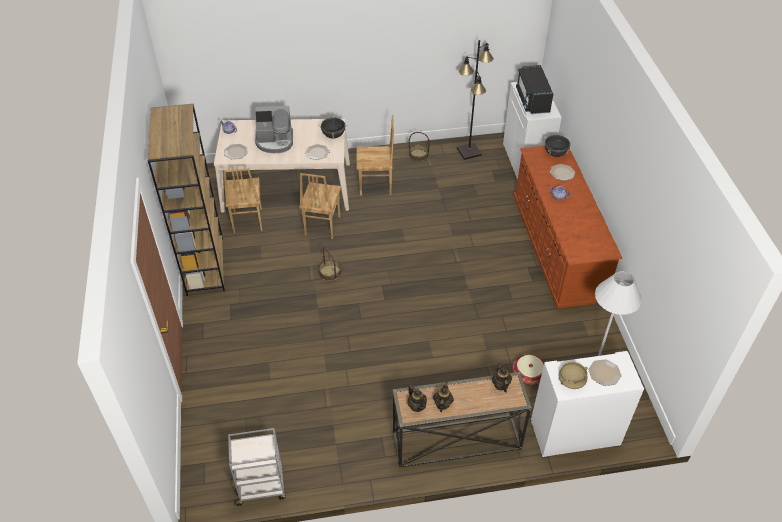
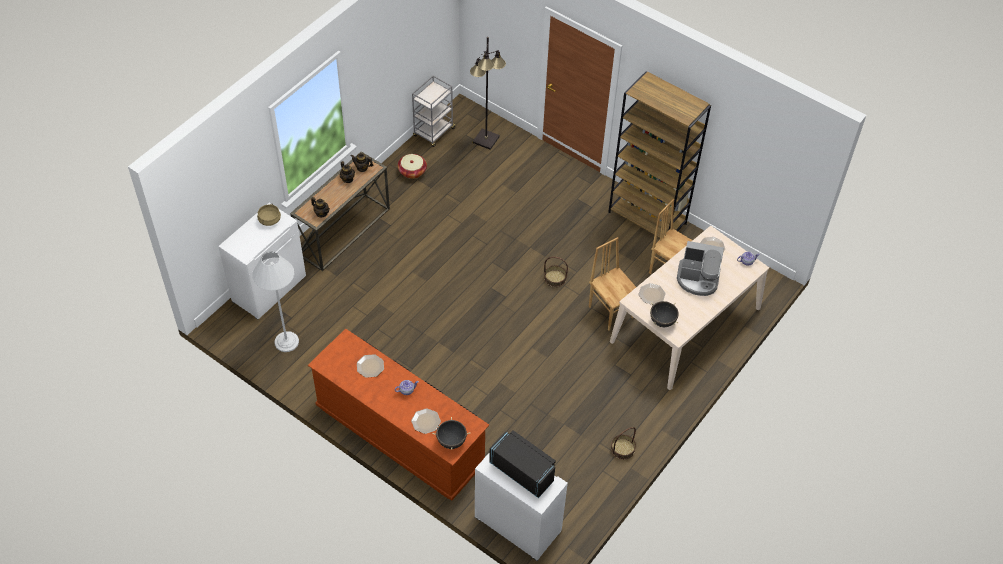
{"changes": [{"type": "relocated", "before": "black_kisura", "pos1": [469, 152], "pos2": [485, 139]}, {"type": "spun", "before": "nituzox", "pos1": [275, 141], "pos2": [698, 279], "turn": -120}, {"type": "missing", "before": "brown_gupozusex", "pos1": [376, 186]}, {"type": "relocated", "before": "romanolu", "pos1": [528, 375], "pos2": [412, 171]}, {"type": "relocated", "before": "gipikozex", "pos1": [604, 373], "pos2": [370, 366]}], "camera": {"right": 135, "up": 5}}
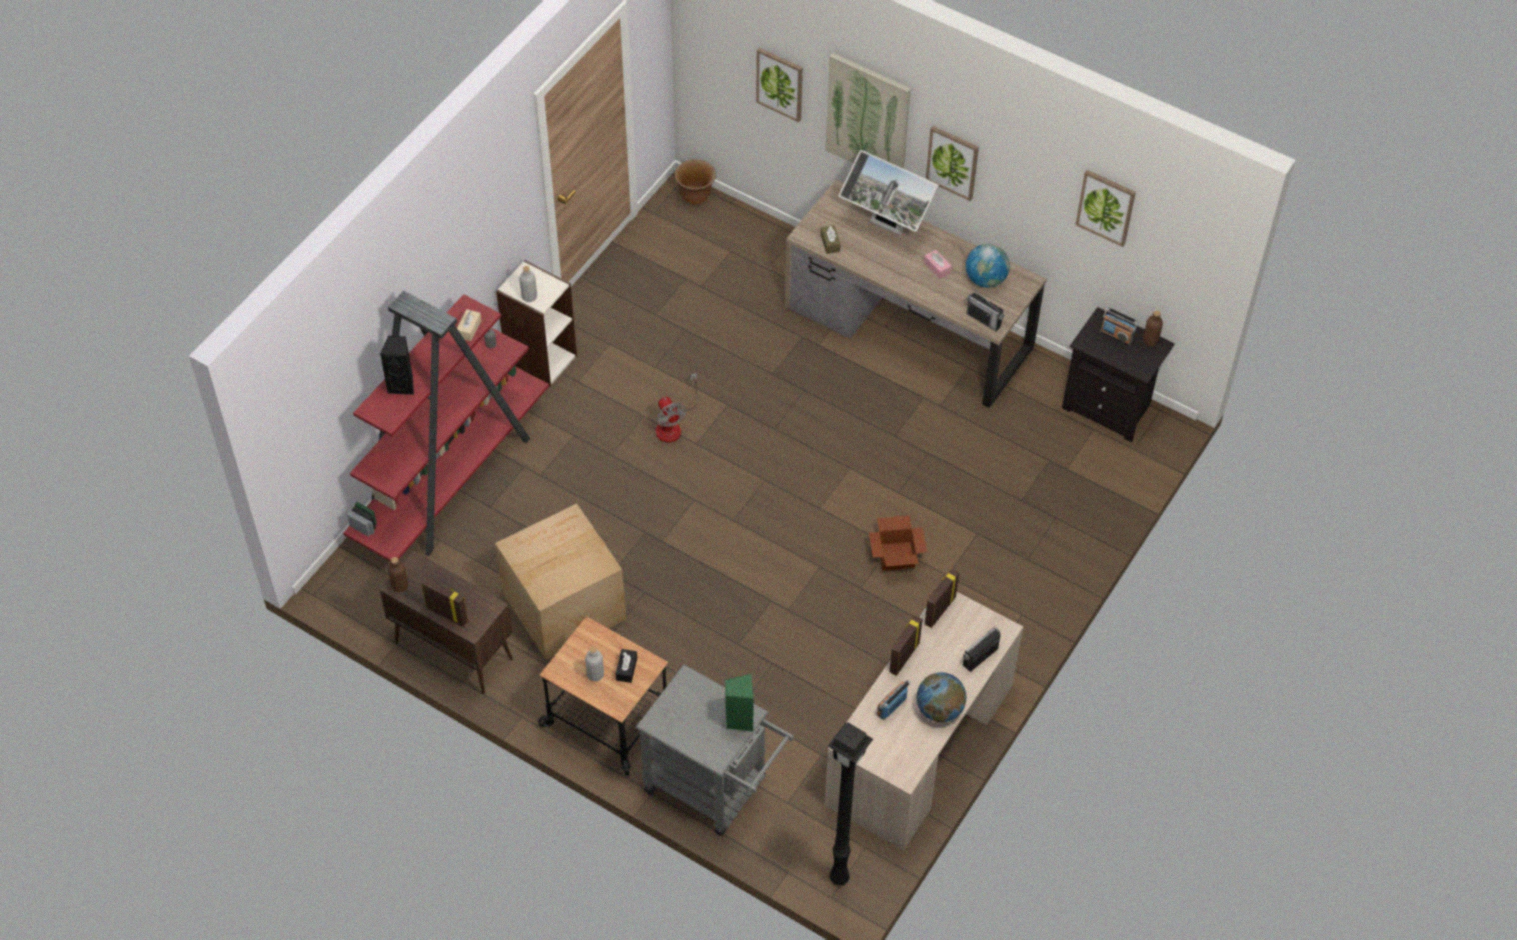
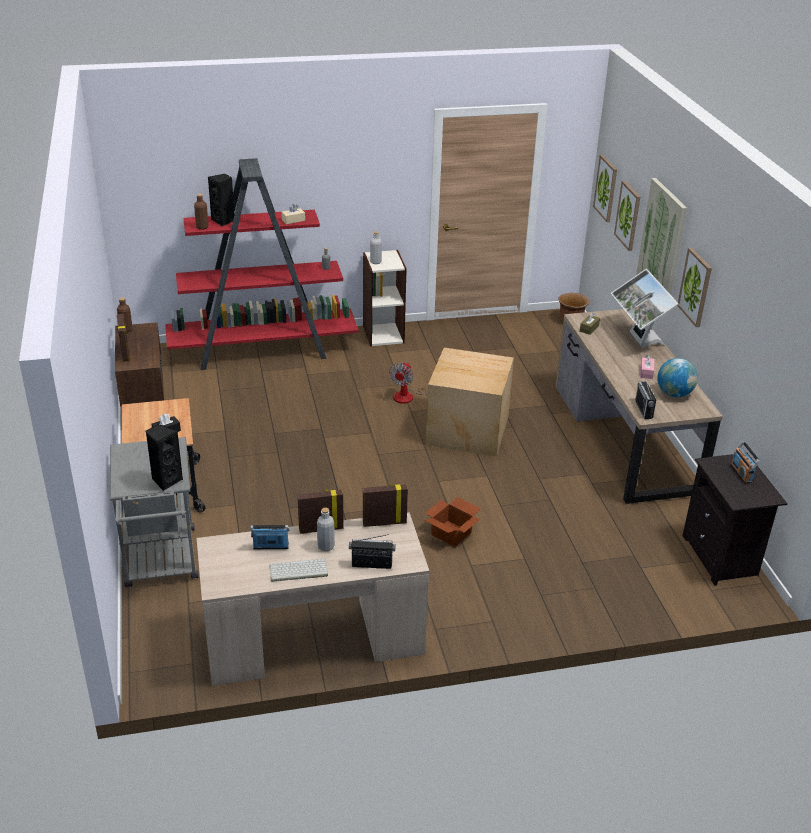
{"changes": [{"type": "relocated", "before": "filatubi", "pos1": [1106, 207], "pos2": [606, 188]}, {"type": "relocated", "before": "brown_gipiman", "pos1": [1150, 341], "pos2": [202, 227]}, {"type": "relocated", "before": "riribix", "pos1": [562, 605], "pos2": [466, 429]}, {"type": "relocated", "before": "grey_gipiman", "pos1": [595, 674], "pos2": [326, 546]}, {"type": "exchanged", "before": "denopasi", "after": "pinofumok", "pos1": [939, 709], "pos2": [297, 571]}, {"type": "colour", "before": "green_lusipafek", "after": "black_lusipafek", "pos1": [739, 720], "pos2": [166, 480]}, {"type": "missing", "before": "black_kisura", "pos1": [841, 878]}], "camera": {"right": 45, "up": -20}}
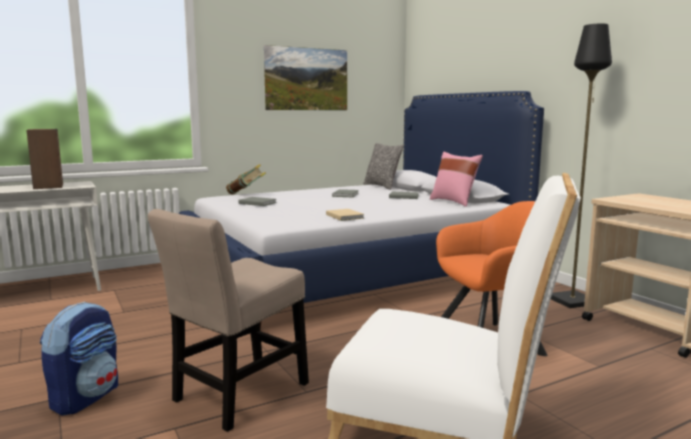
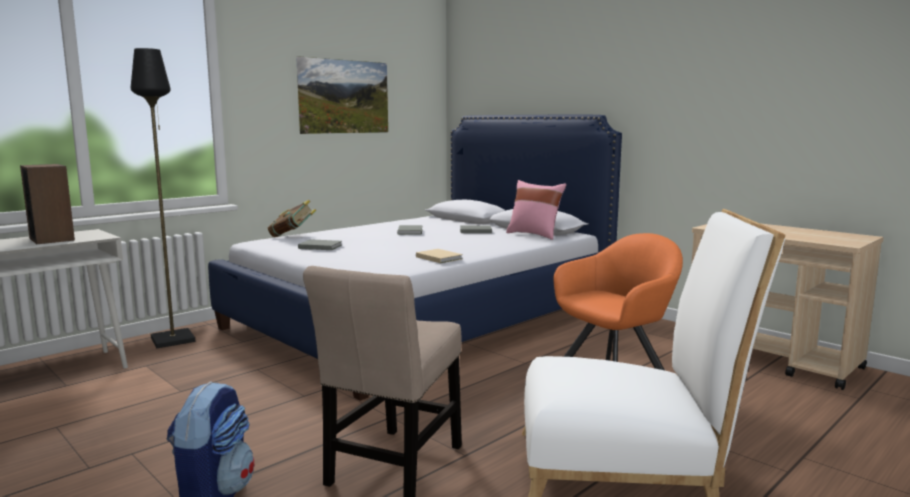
{"changes": [{"type": "relocated", "before": "black_kisura", "pos1": [572, 300], "pos2": [173, 339]}, {"type": "missing", "before": "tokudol", "pos1": [382, 186]}], "camera": {"right": -15, "up": 0}}
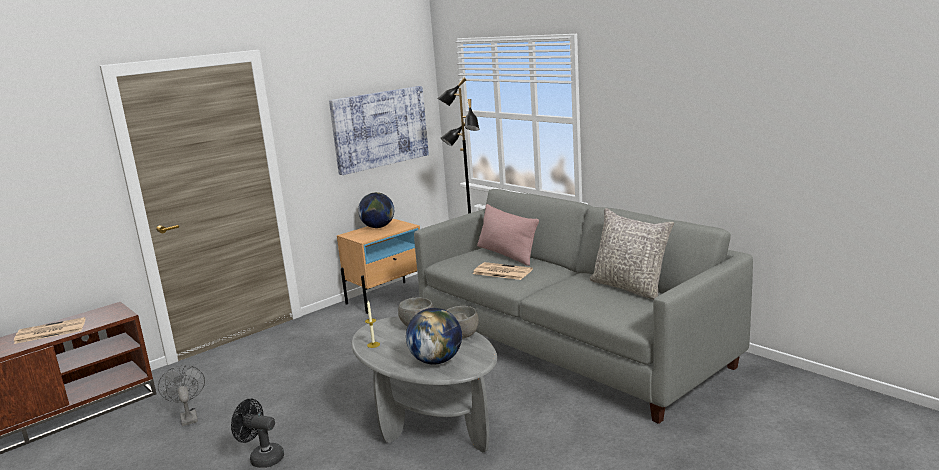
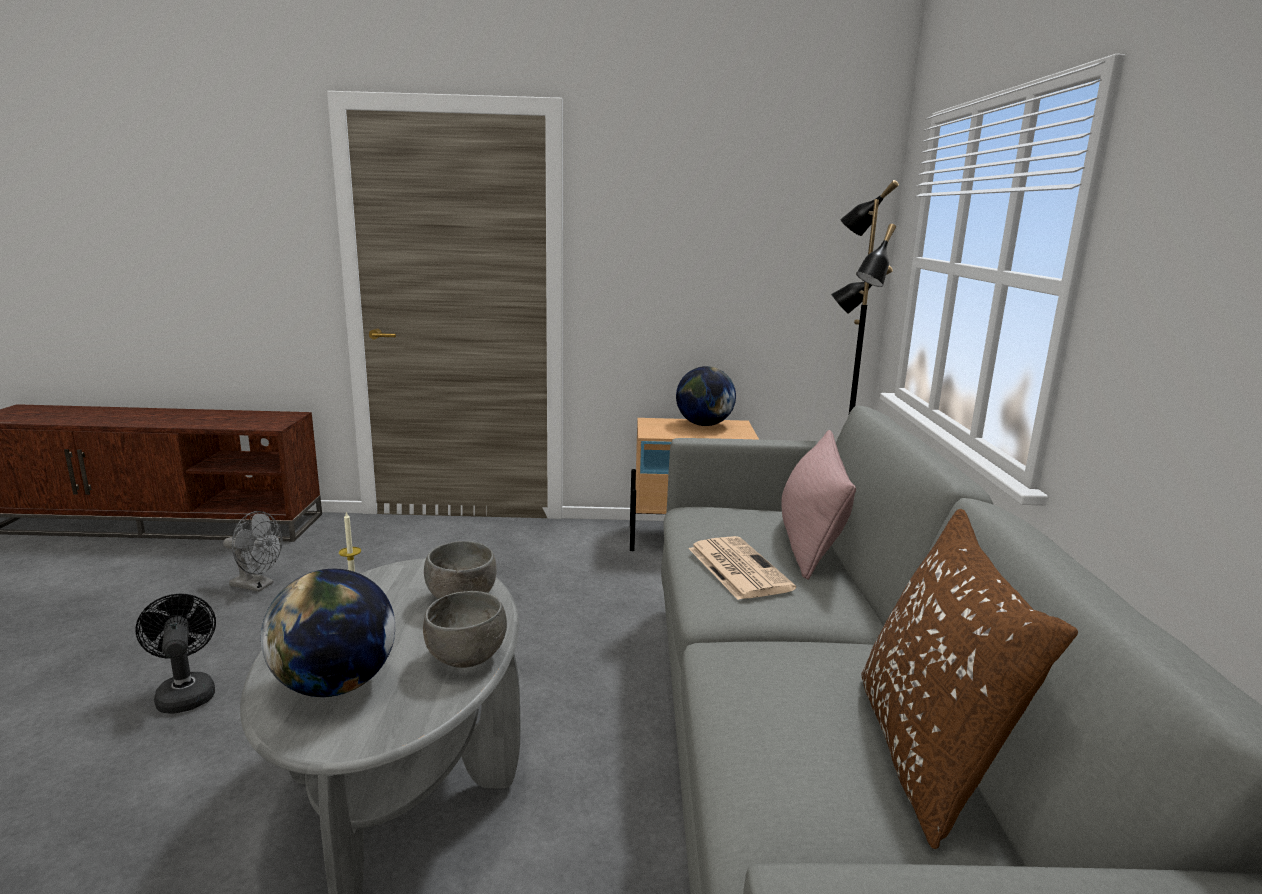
{"changes": [{"type": "missing", "before": "filatubi", "pos1": [379, 128]}, {"type": "colour", "before": "grey_tokudol", "after": "brown_tokudol", "pos1": [630, 287], "pos2": [929, 753]}, {"type": "missing", "before": "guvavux", "pos1": [49, 331]}, {"type": "spun", "before": "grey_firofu", "pos1": [188, 416], "pos2": [257, 585], "turn": 90}], "camera": {"right": 40, "up": 0}}
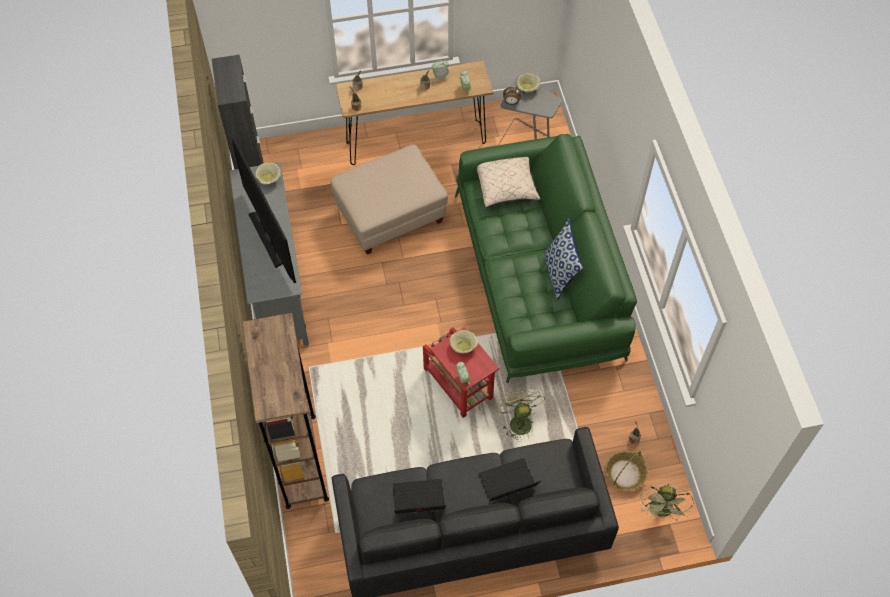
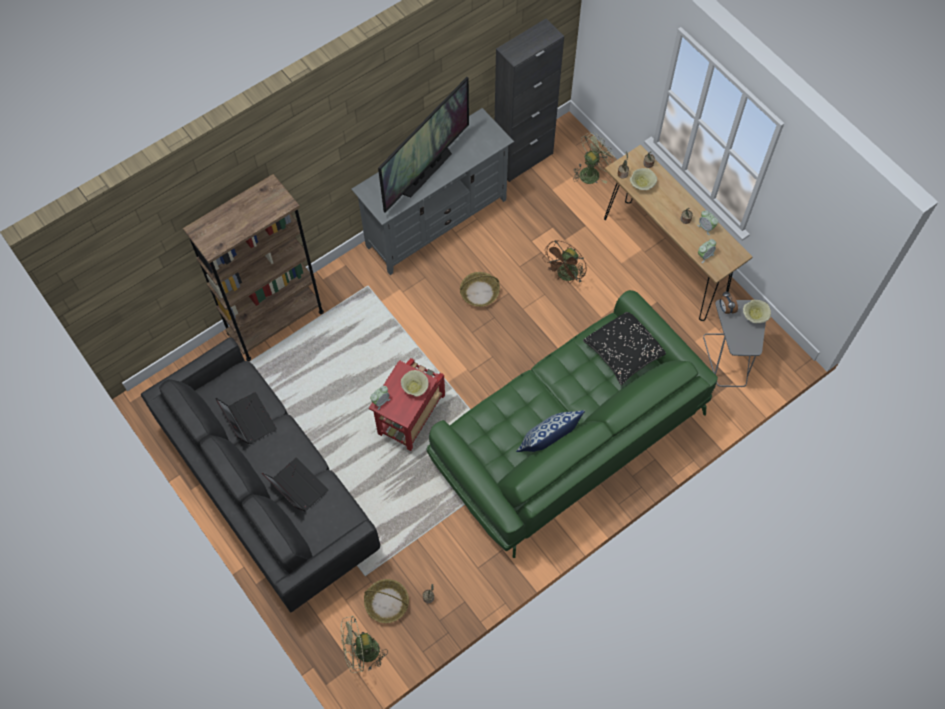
{"changes": [{"type": "exchanged", "before": "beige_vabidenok", "after": "brown_firofu", "pos1": [390, 215], "pos2": [565, 276]}, {"type": "colour", "before": "beige_tokudol", "after": "black_tokudol", "pos1": [506, 187], "pos2": [624, 351]}, {"type": "relocated", "before": "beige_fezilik", "pos1": [269, 179], "pos2": [642, 185]}, {"type": "relocated", "before": "green_firofu", "pos1": [518, 420], "pos2": [592, 172]}, {"type": "appeared", "after": "romanolu", "pos2": [479, 292]}], "camera": {"right": 65, "up": 5}}
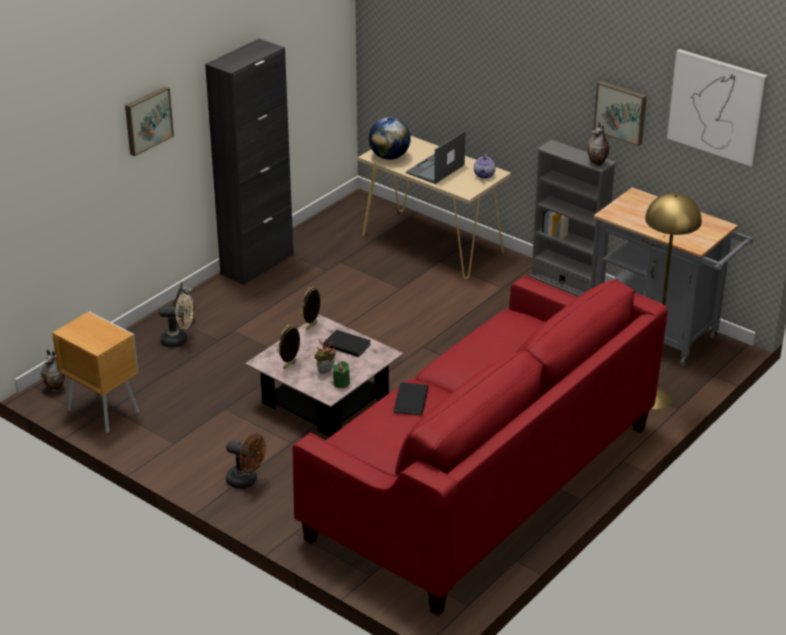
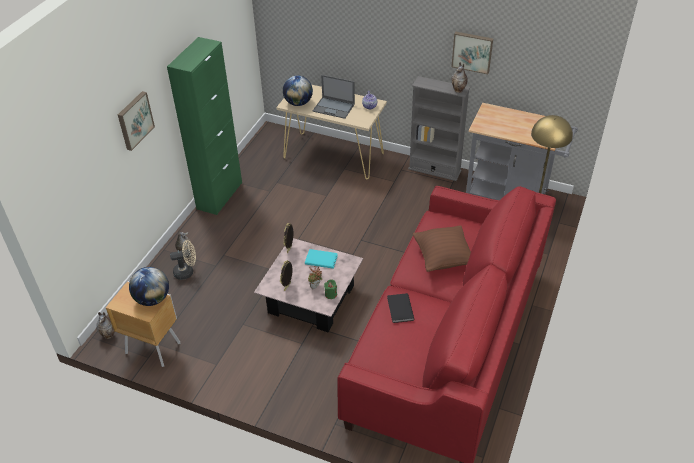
{"changes": [{"type": "colour", "before": "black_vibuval", "after": "green_vibuval", "pos1": [257, 264], "pos2": [219, 195]}, {"type": "missing", "before": "filatubi", "pos1": [717, 106]}, {"type": "spun", "before": "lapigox", "pos1": [435, 169], "pos2": [334, 108], "turn": -90}, {"type": "colour", "before": "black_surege", "after": "turquoise_surege", "pos1": [347, 344], "pos2": [321, 259]}, {"type": "missing", "before": "brown_firofu", "pos1": [246, 481]}, {"type": "appeared", "after": "brown_tokudol", "pos2": [443, 258]}, {"type": "appeared", "after": "denopasi", "pos2": [152, 299]}], "camera": {"right": -15, "up": 10}}
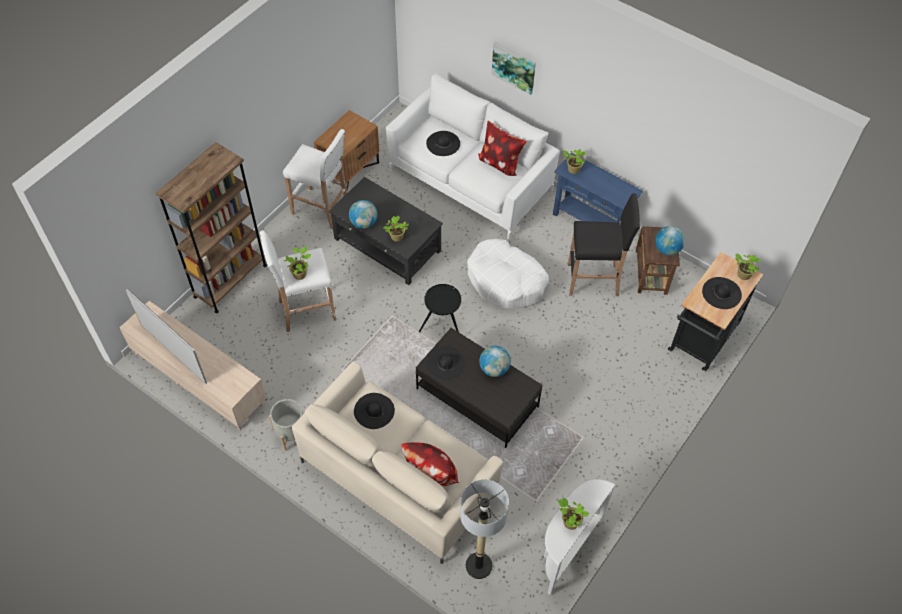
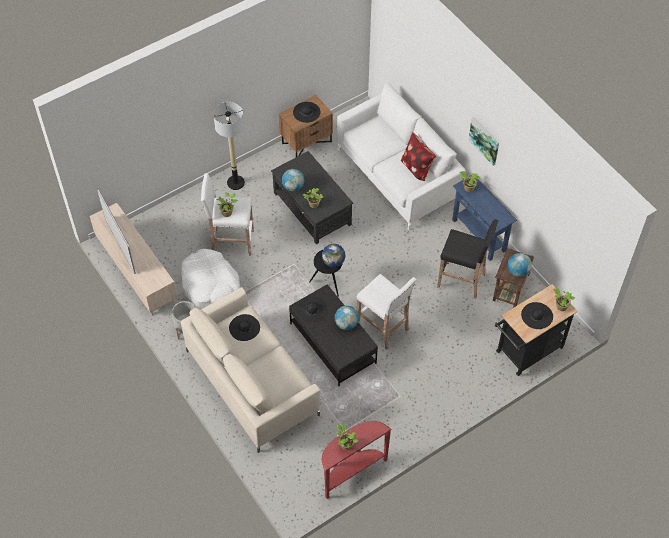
{"changes": [{"type": "relocated", "before": "filatubi", "pos1": [514, 67], "pos2": [484, 140]}, {"type": "relocated", "before": "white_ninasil", "pos1": [322, 209], "pos2": [383, 328]}, {"type": "relocated", "before": "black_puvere", "pos1": [443, 143], "pos2": [306, 112]}, {"type": "missing", "before": "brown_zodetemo", "pos1": [230, 281]}, {"type": "relocated", "before": "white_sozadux", "pos1": [506, 281], "pos2": [211, 285]}, {"type": "missing", "before": "tokudol", "pos1": [431, 474]}, {"type": "relocated", "before": "kisura", "pos1": [478, 565], "pos2": [235, 183]}, {"type": "colour", "before": "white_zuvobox", "after": "red_zuvobox", "pos1": [565, 550], "pos2": [351, 472]}, {"type": "appeared", "after": "denopasi", "pos2": [333, 262]}], "camera": {"right": 20, "up": 0}}
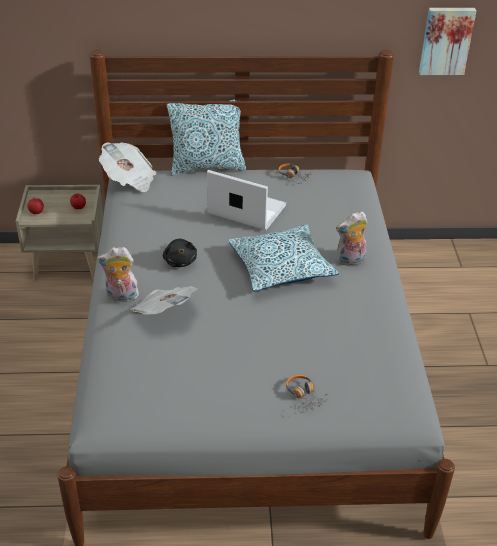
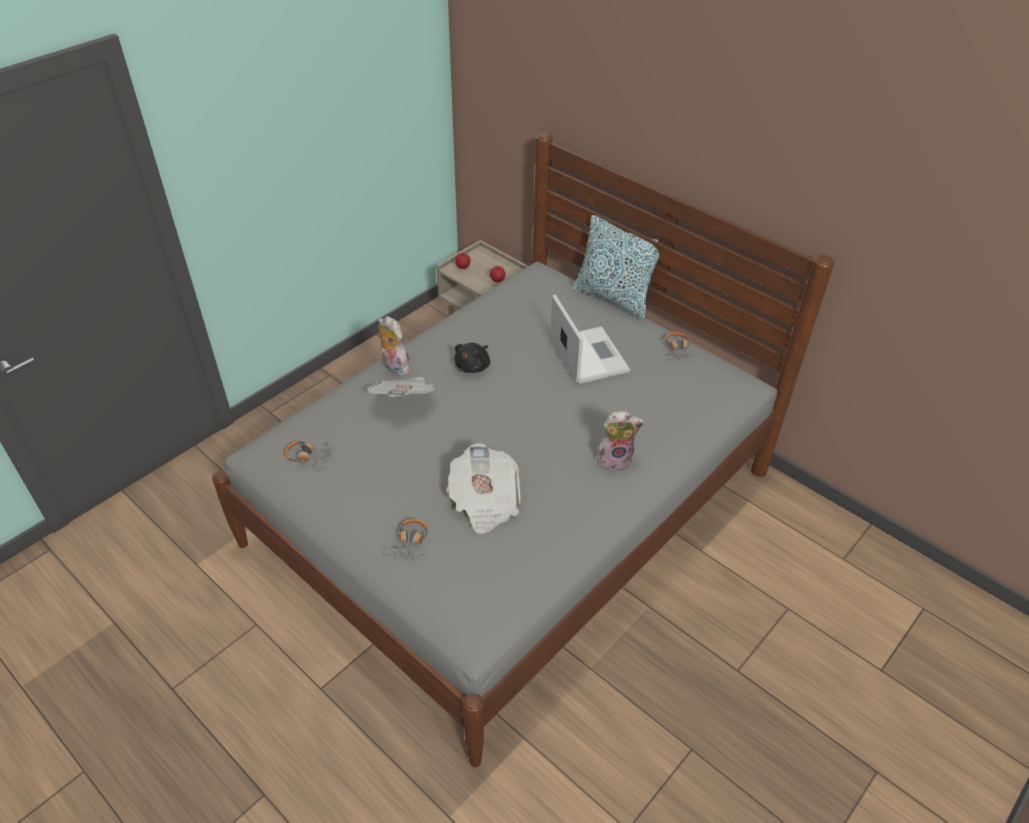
{"changes": [{"type": "missing", "before": "filatubi", "pos1": [446, 40]}, {"type": "relocated", "before": "guvavux", "pos1": [129, 179], "pos2": [484, 502]}, {"type": "spun", "before": "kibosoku", "pos1": [350, 261], "pos2": [615, 459], "turn": 150}, {"type": "missing", "before": "tokudol", "pos1": [281, 267]}, {"type": "appeared", "after": "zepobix", "pos2": [309, 457]}], "camera": {"right": 45, "up": 5}}
